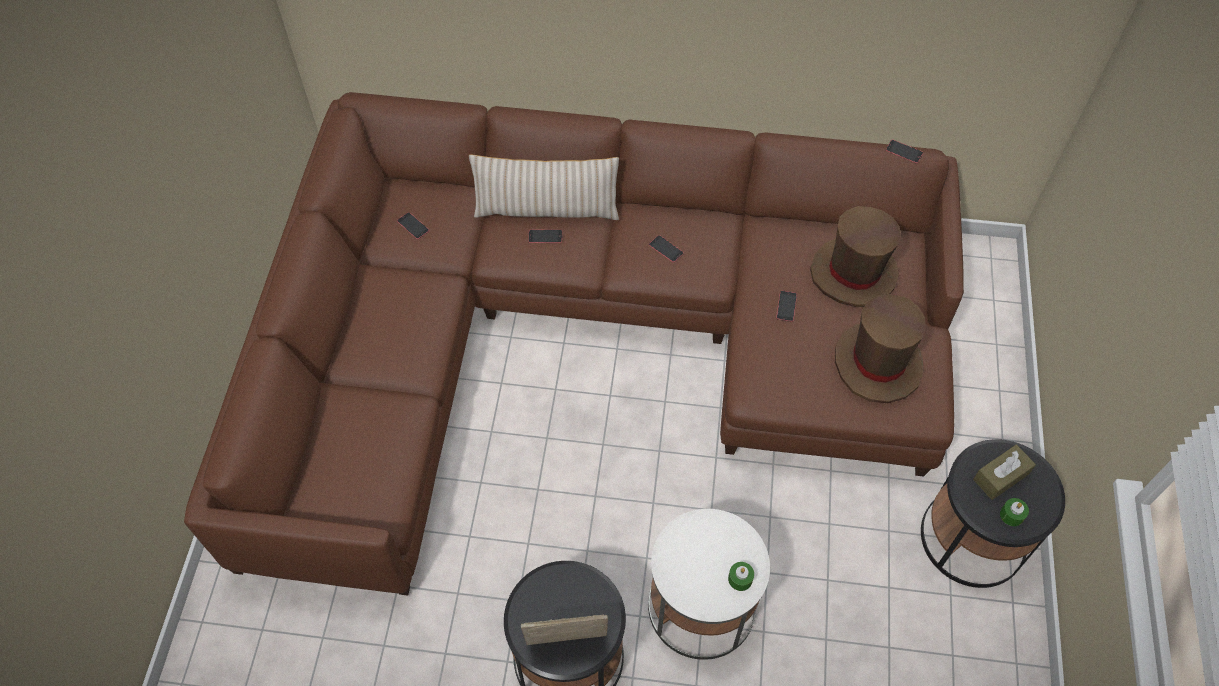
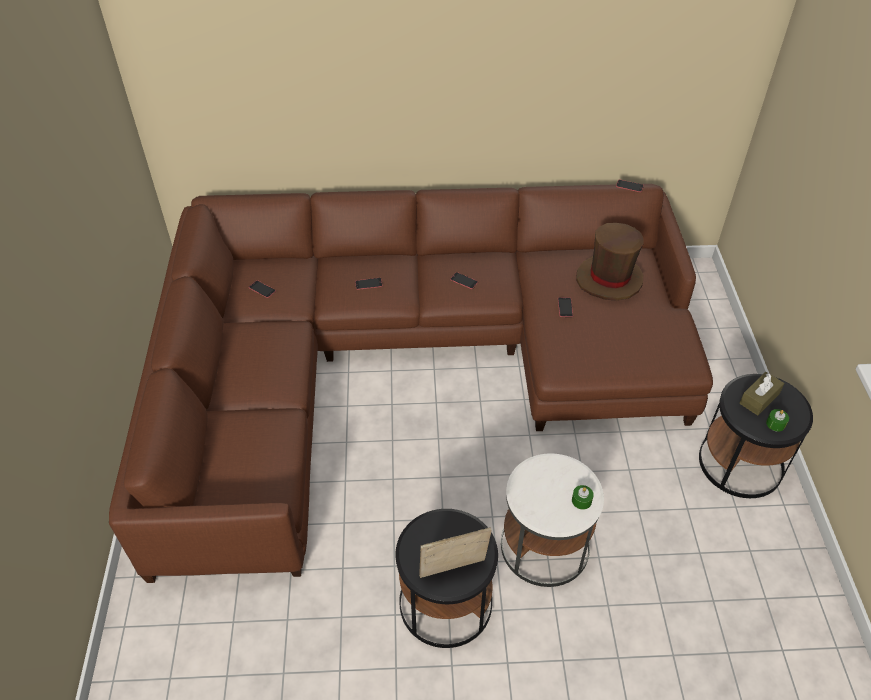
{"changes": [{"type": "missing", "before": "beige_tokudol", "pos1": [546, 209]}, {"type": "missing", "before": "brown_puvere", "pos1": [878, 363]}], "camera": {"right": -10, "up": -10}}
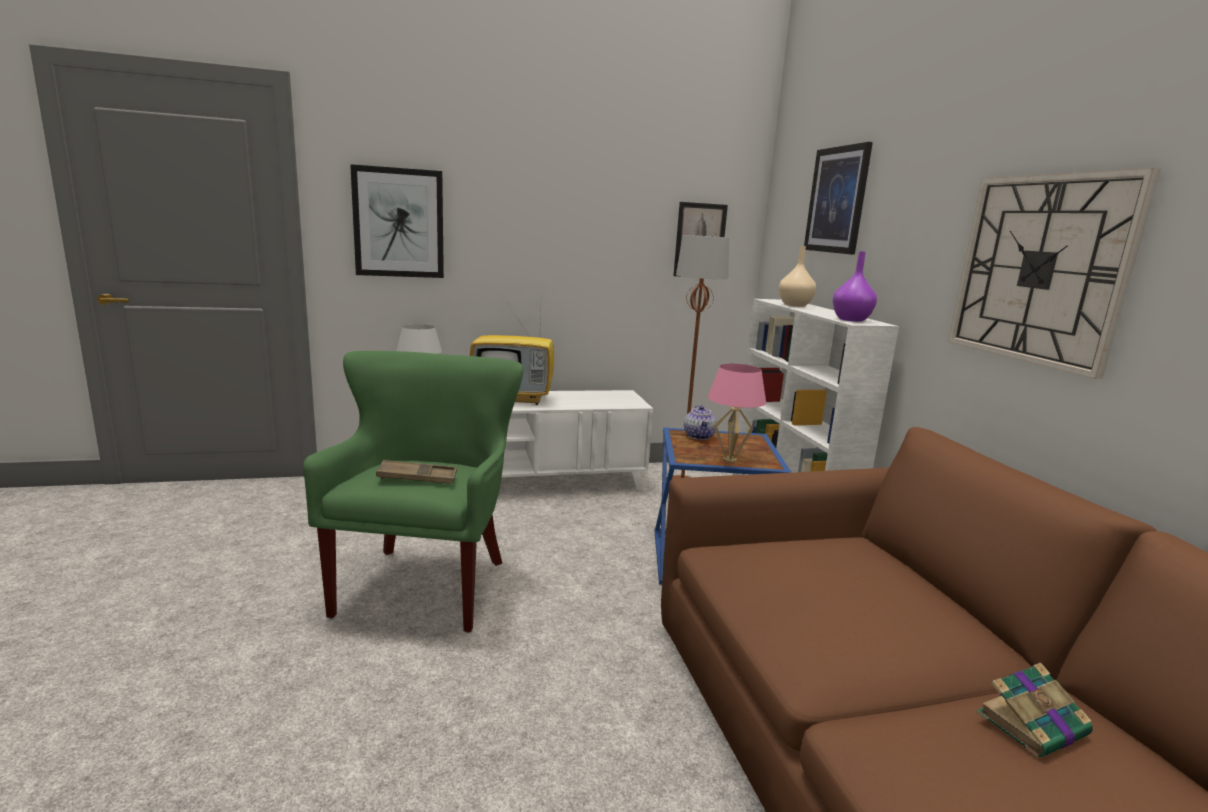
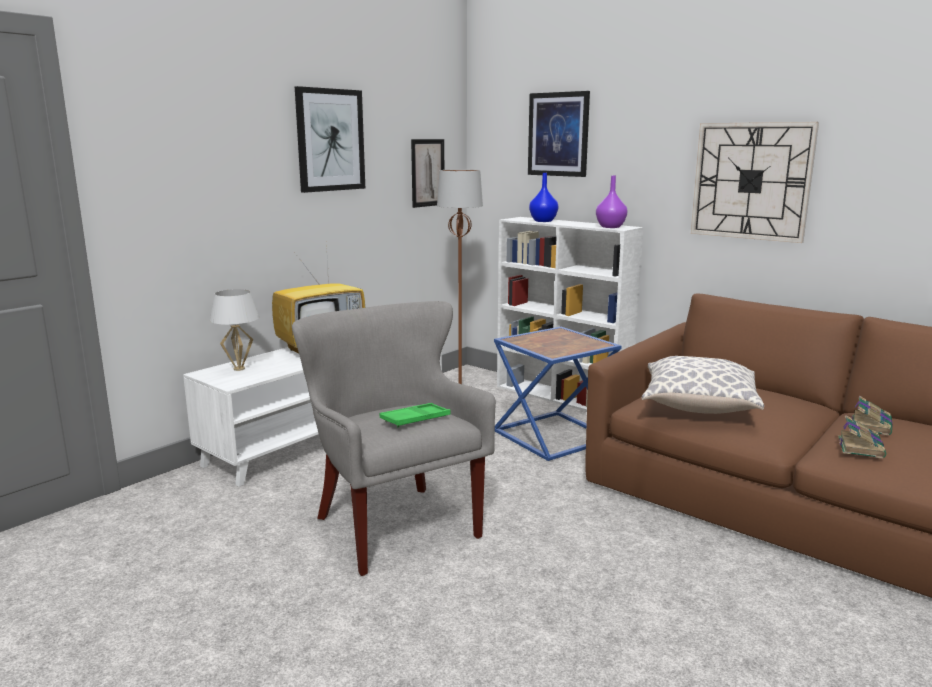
{"changes": [{"type": "relocated", "before": "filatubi", "pos1": [399, 223], "pos2": [330, 140]}, {"type": "colour", "before": "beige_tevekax", "after": "blue_tevekax", "pos1": [794, 305], "pos2": [542, 221]}, {"type": "colour", "before": "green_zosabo", "after": "grey_zosabo", "pos1": [426, 585], "pos2": [396, 525]}, {"type": "missing", "before": "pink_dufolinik", "pos1": [730, 460]}, {"type": "missing", "before": "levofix", "pos1": [699, 436]}, {"type": "colour", "before": "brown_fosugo", "after": "green_fosugo", "pos1": [417, 478], "pos2": [415, 419]}, {"type": "appeared", "after": "tokudol", "pos2": [698, 406]}, {"type": "appeared", "after": "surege", "pos2": [860, 447]}], "camera": {"right": -35, "up": 0}}
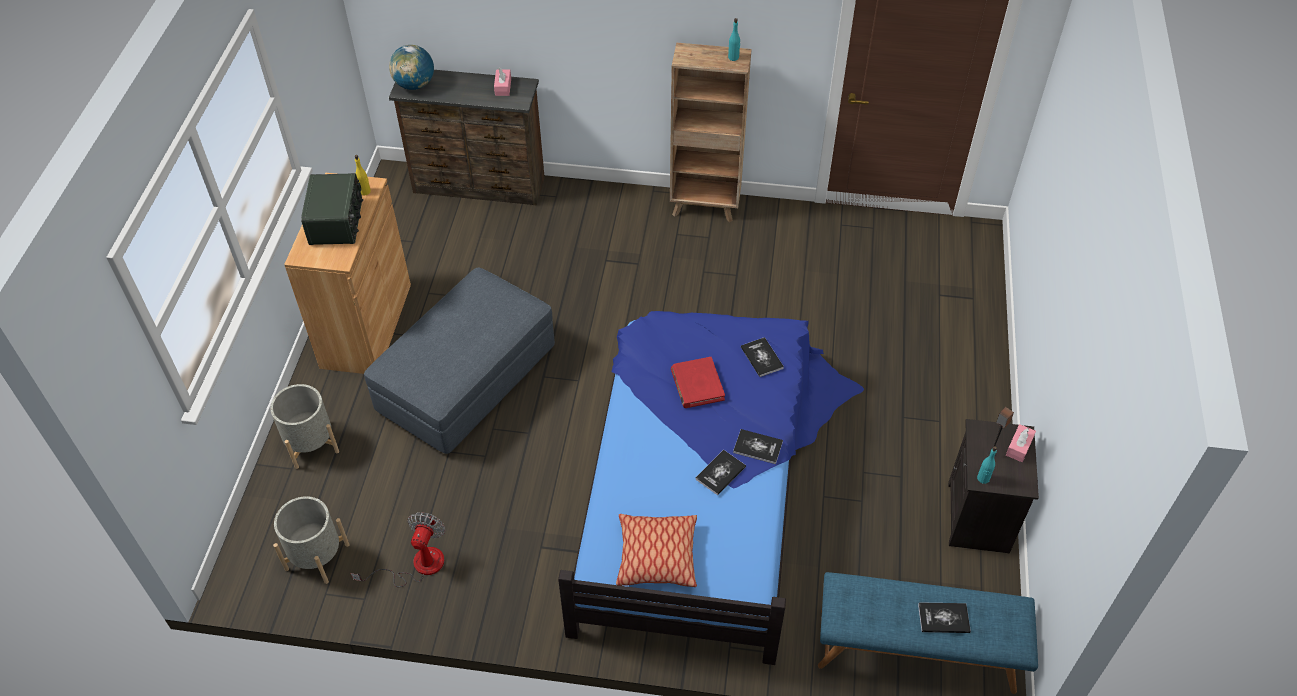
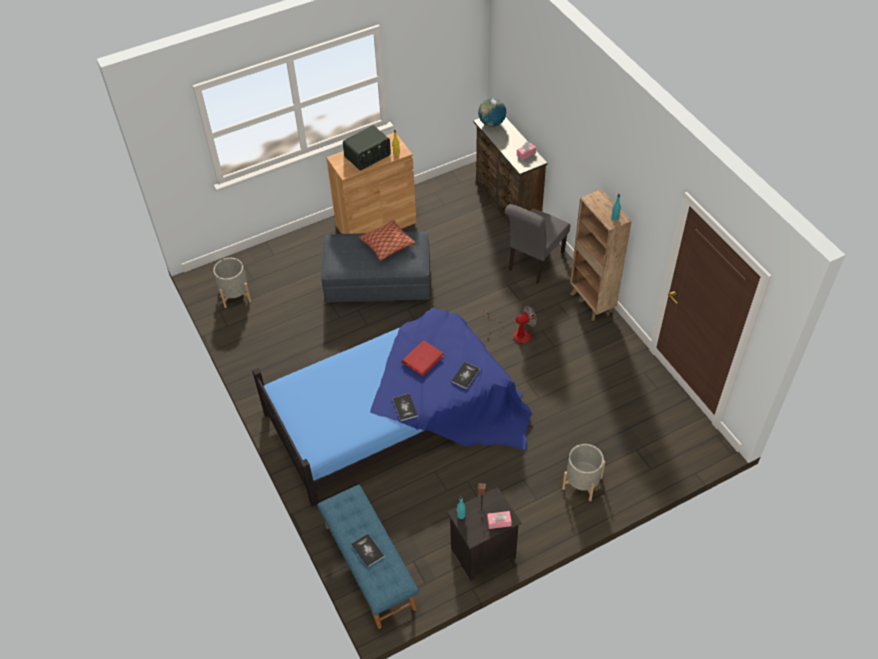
{"changes": [{"type": "relocated", "before": "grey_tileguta", "pos1": [311, 444], "pos2": [582, 483]}, {"type": "missing", "before": "surege", "pos1": [720, 473]}, {"type": "relocated", "before": "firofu", "pos1": [417, 565], "pos2": [515, 334]}, {"type": "relocated", "before": "tokudol", "pos1": [656, 556], "pos2": [387, 244]}, {"type": "appeared", "after": "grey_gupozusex", "pos2": [533, 263]}], "camera": {"right": 55, "up": 0}}
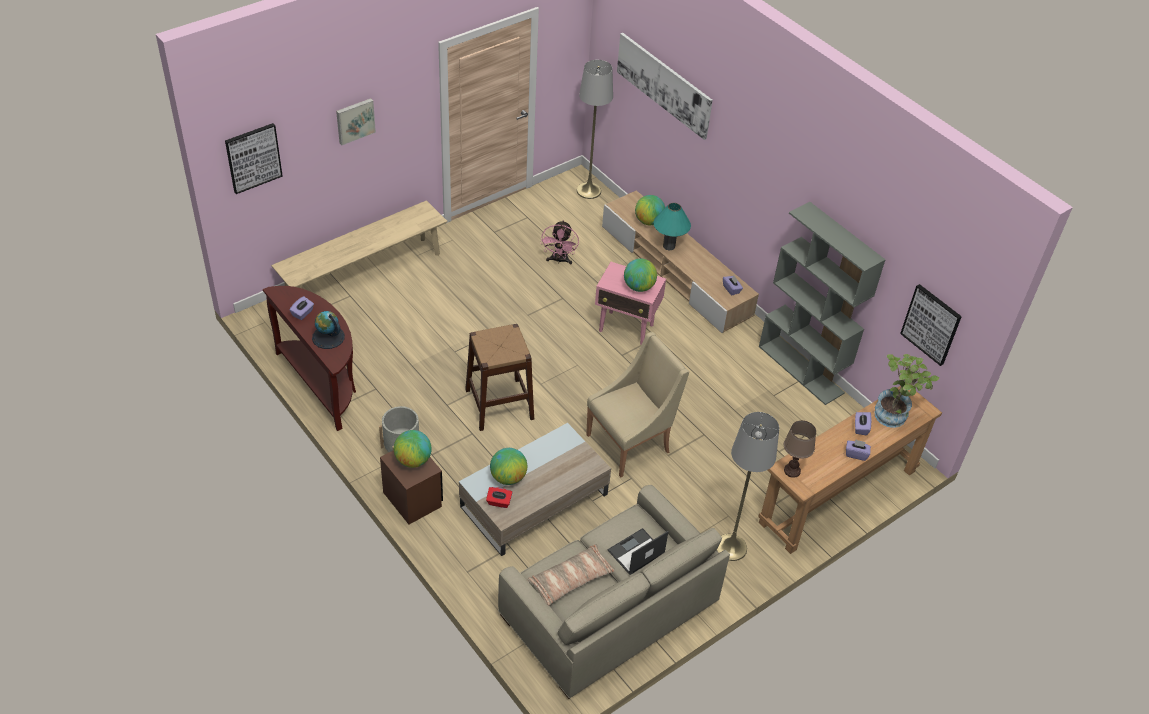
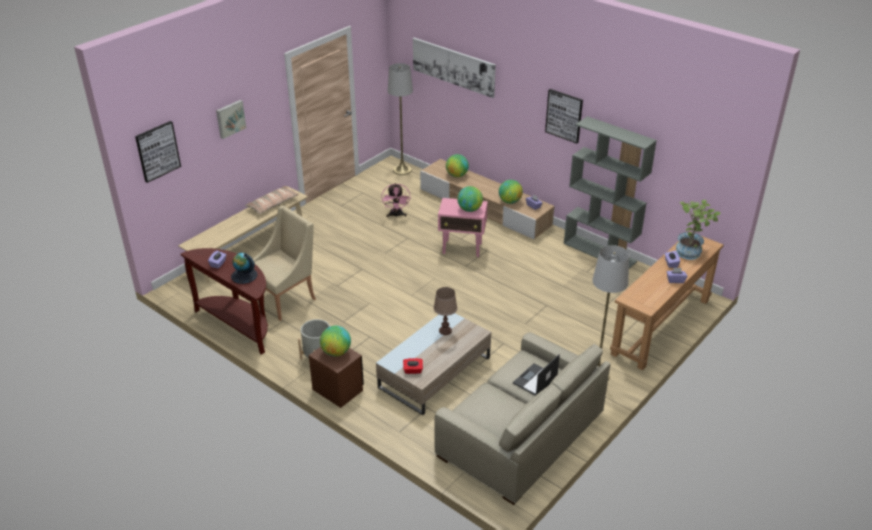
{"changes": [{"type": "missing", "before": "turquoise_dufolinik", "pos1": [669, 246]}, {"type": "relocated", "before": "filatubi", "pos1": [931, 324], "pos2": [564, 115]}, {"type": "missing", "before": "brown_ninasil", "pos1": [499, 404]}, {"type": "relocated", "before": "beige_zosabo", "pos1": [630, 443], "pos2": [285, 298]}, {"type": "relocated", "before": "brown_dufolinik", "pos1": [792, 471], "pos2": [445, 331]}, {"type": "relocated", "before": "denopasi", "pos1": [508, 477], "pos2": [510, 201]}, {"type": "relocated", "before": "tokudol", "pos1": [571, 580], "pos2": [273, 204]}], "camera": {"right": -10, "up": -10}}
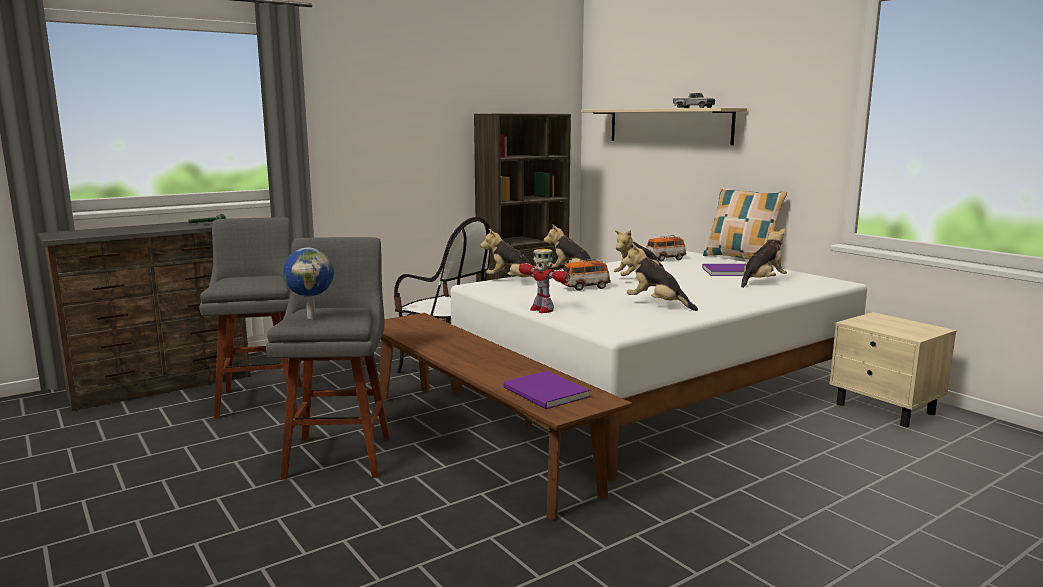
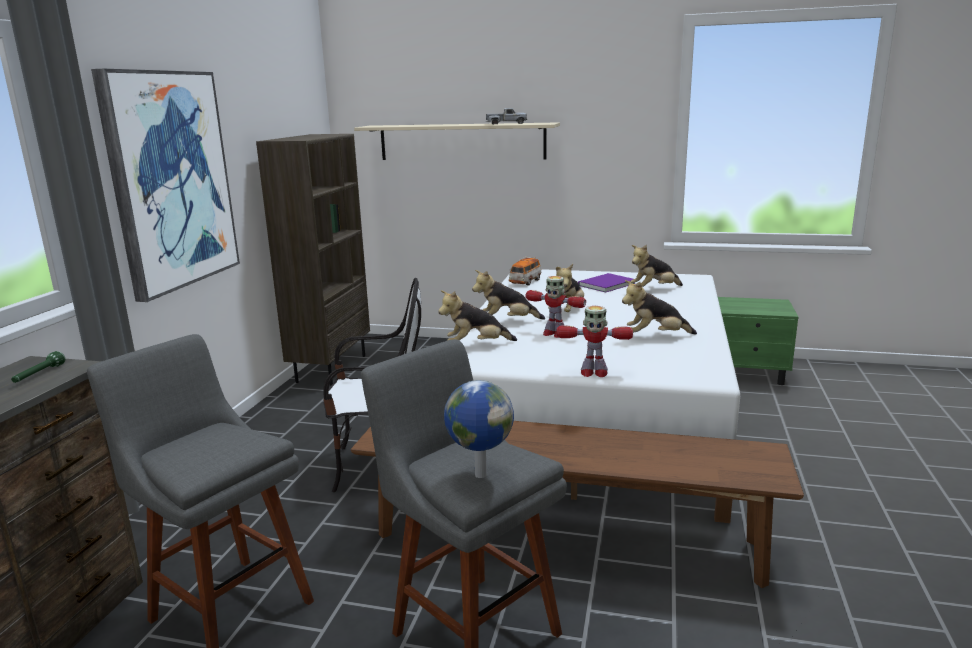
{"changes": [{"type": "missing", "before": "tokudol", "pos1": [740, 259]}, {"type": "spun", "before": "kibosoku", "pos1": [762, 282], "pos2": [654, 290], "turn": -120}, {"type": "exchanged", "before": "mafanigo", "after": "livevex", "pos1": [584, 287], "pos2": [554, 333]}, {"type": "colour", "before": "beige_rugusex", "after": "green_rugusex", "pos1": [886, 409], "pos2": [750, 374]}, {"type": "missing", "before": "purple_surege", "pos1": [545, 393]}, {"type": "appeared", "after": "filatubi", "pos2": [170, 180]}], "camera": {"right": -40, "up": 5}}
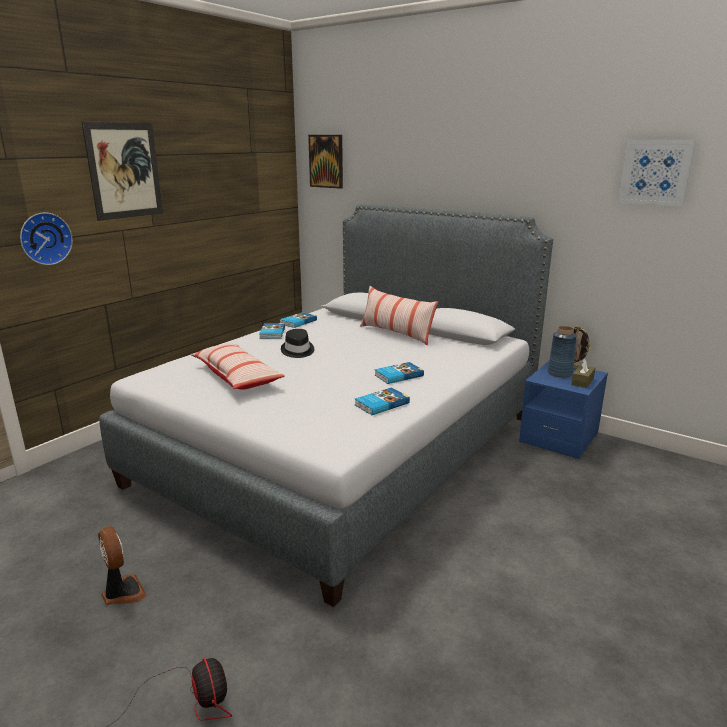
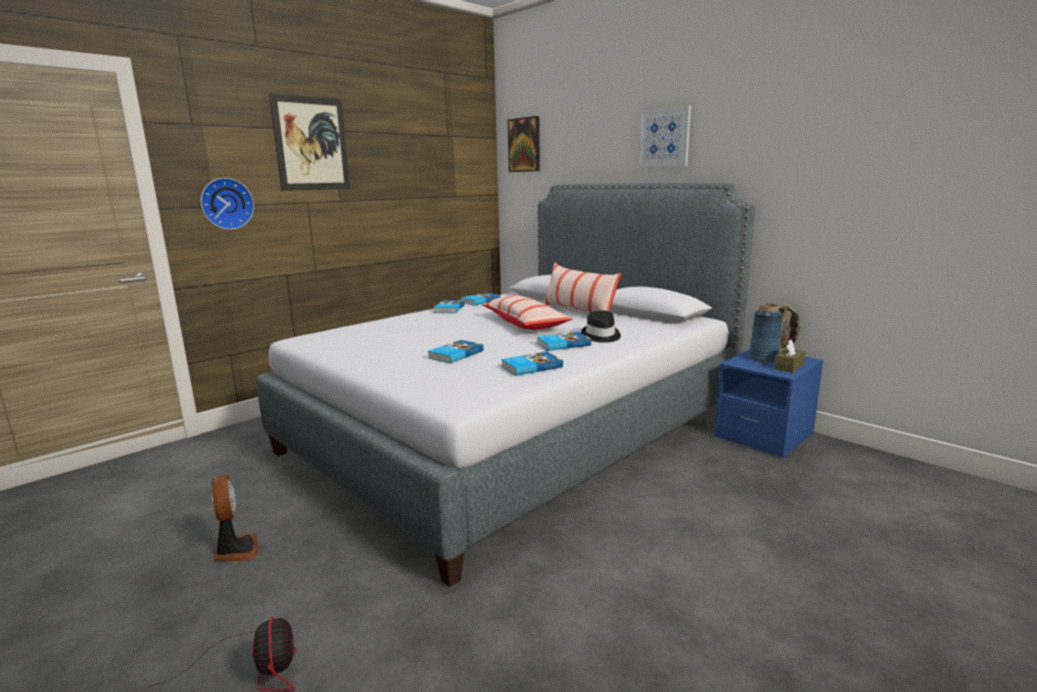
{"changes": [{"type": "relocated", "before": "filatubi", "pos1": [655, 172], "pos2": [664, 137]}, {"type": "relocated", "before": "black_puvere", "pos1": [297, 351], "pos2": [600, 336]}, {"type": "relocated", "before": "tokudol", "pos1": [237, 377], "pos2": [524, 323]}, {"type": "appeared", "after": "surege", "pos2": [455, 354]}], "camera": {"right": 10, "up": -5}}
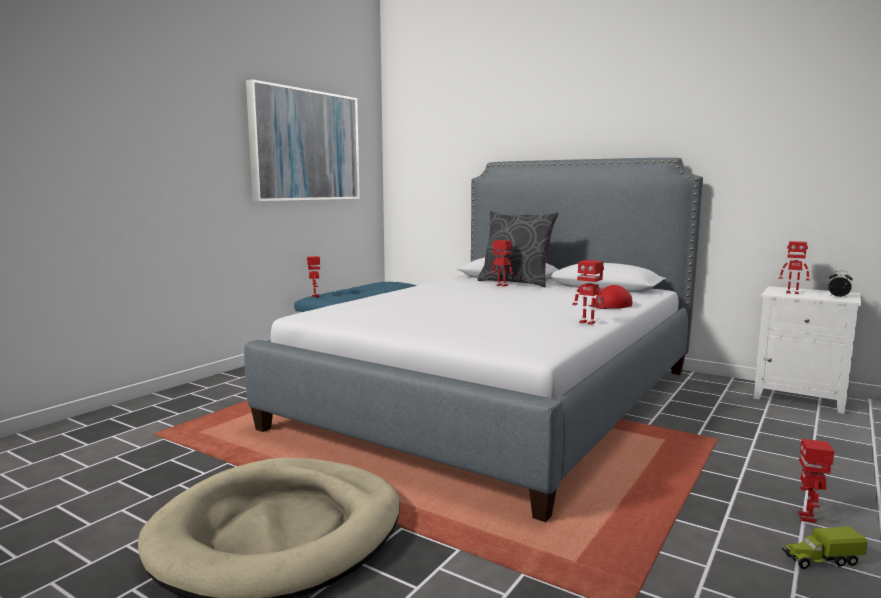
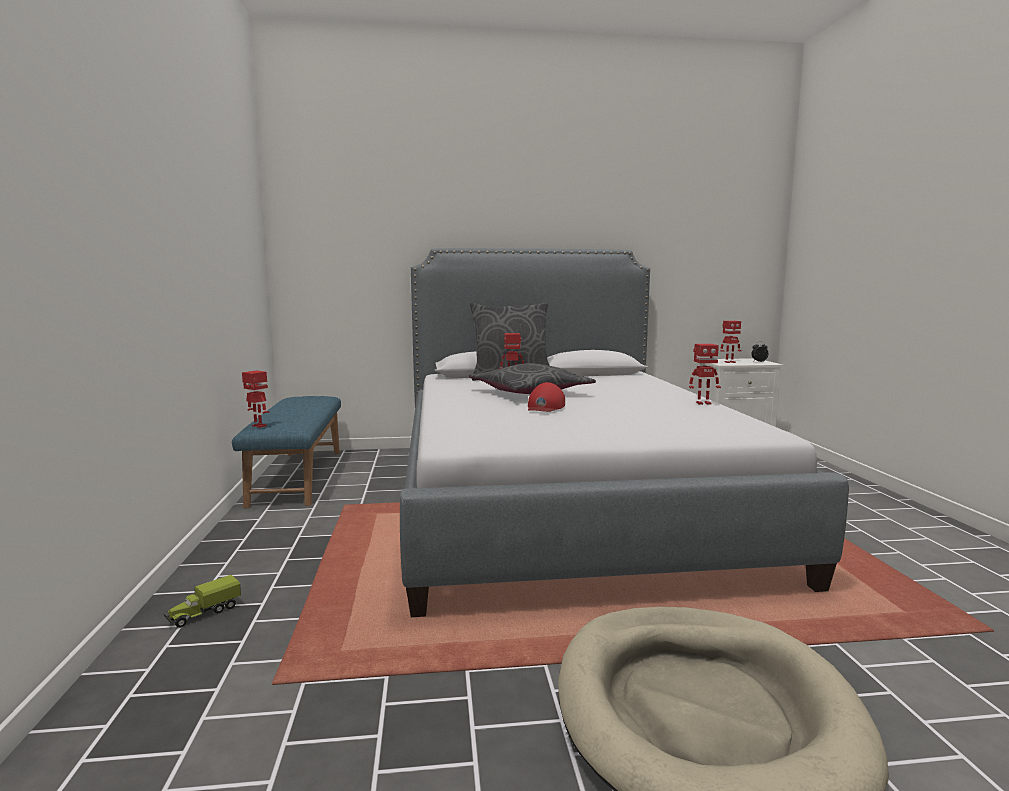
{"changes": [{"type": "missing", "before": "filatubi", "pos1": [305, 145]}, {"type": "relocated", "before": "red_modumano", "pos1": [610, 305], "pos2": [545, 406]}, {"type": "missing", "before": "livevex", "pos1": [808, 518]}, {"type": "relocated", "before": "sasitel", "pos1": [821, 560], "pos2": [204, 613]}, {"type": "appeared", "after": "grey_tokudol", "pos2": [530, 392]}], "camera": {"right": -40, "up": 0}}
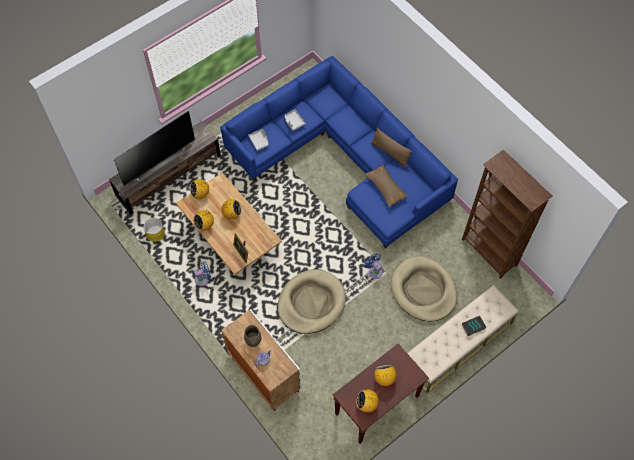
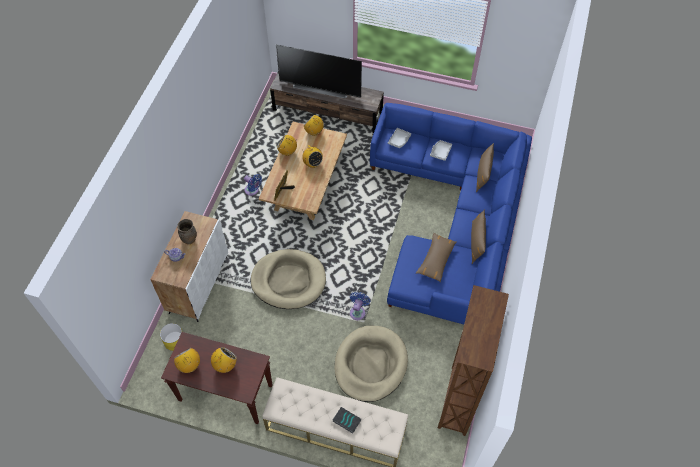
{"changes": [{"type": "relocated", "before": "yellow_tileguta", "pos1": [155, 233], "pos2": [174, 341]}, {"type": "appeared", "after": "brown_tokudol", "pos2": [483, 174]}], "camera": {"right": 55, "up": -5}}
